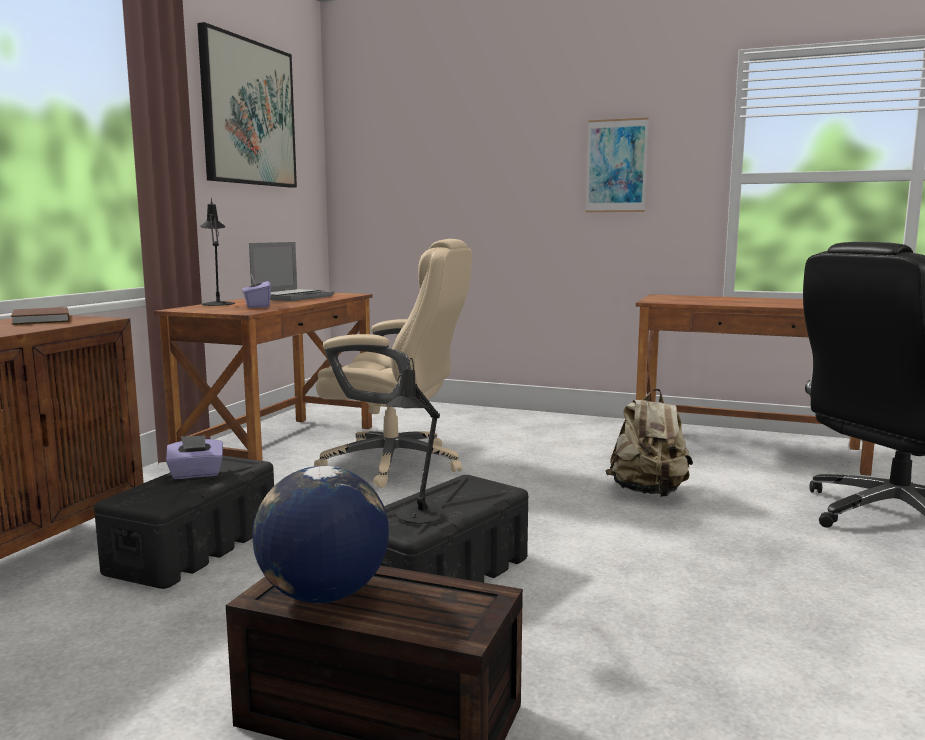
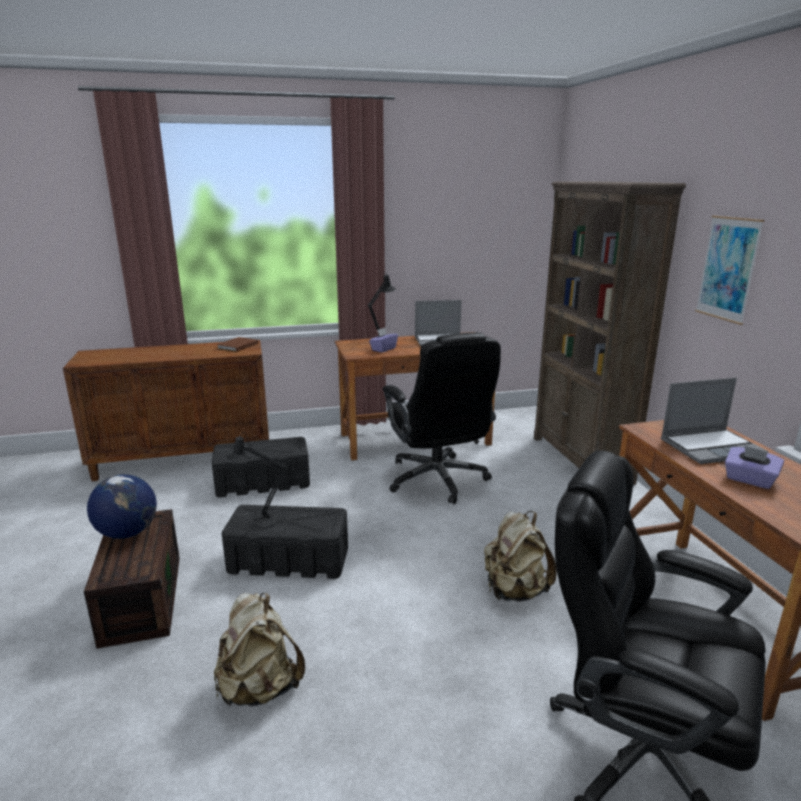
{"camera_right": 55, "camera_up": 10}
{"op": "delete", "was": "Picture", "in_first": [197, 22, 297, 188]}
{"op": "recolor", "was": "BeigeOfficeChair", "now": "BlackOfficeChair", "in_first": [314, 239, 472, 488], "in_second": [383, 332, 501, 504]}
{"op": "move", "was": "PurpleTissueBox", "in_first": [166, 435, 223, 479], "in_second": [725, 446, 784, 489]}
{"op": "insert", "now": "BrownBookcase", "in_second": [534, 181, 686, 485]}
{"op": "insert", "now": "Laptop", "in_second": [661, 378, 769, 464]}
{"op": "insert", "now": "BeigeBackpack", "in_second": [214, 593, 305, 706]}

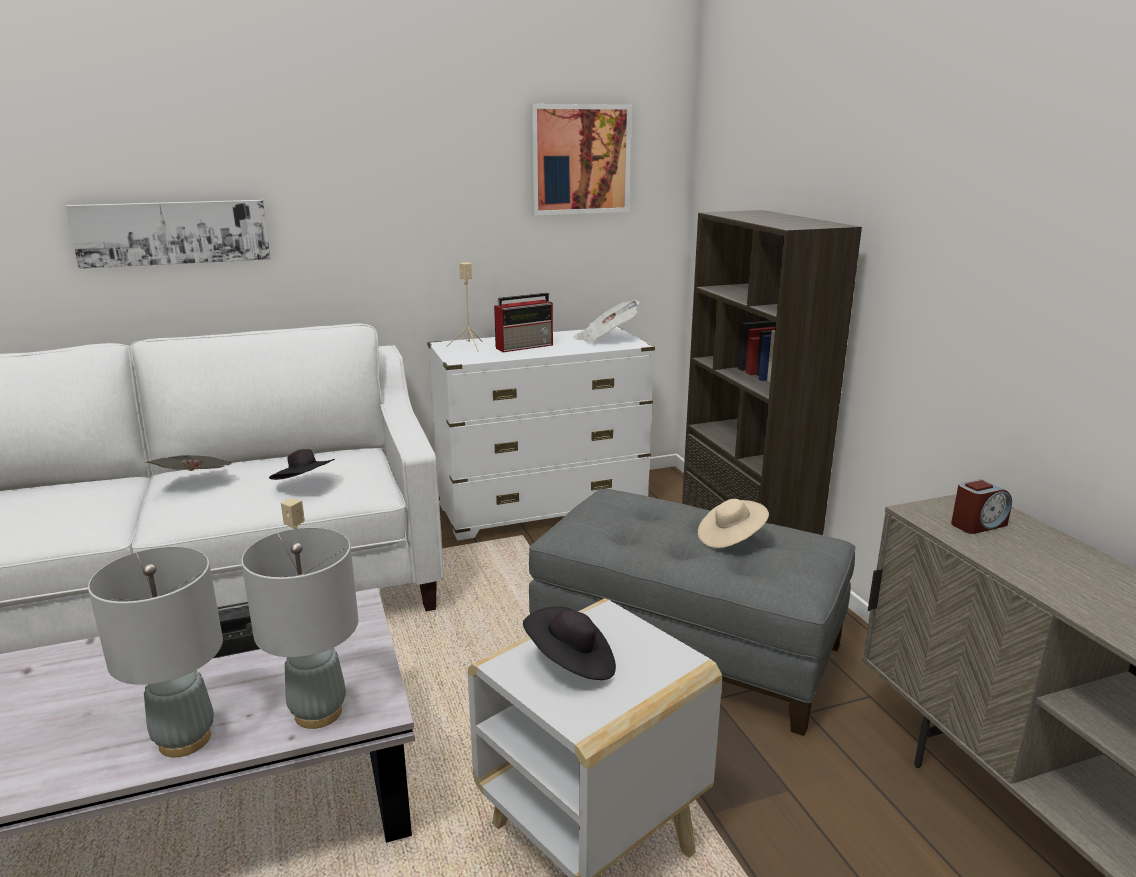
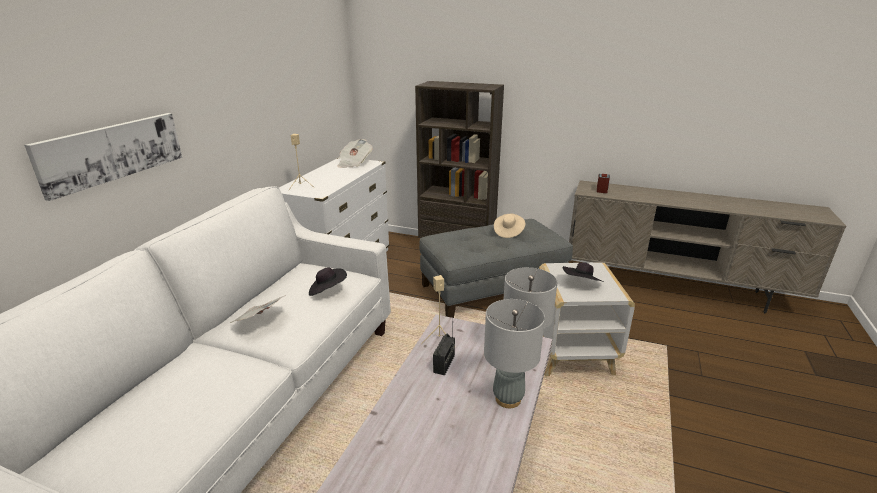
{"camera_right": -50, "camera_up": 5}
{"op": "delete", "was": "Picture", "in_first": [530, 104, 632, 215]}
{"op": "delete", "was": "Radio", "in_first": [494, 293, 553, 352]}

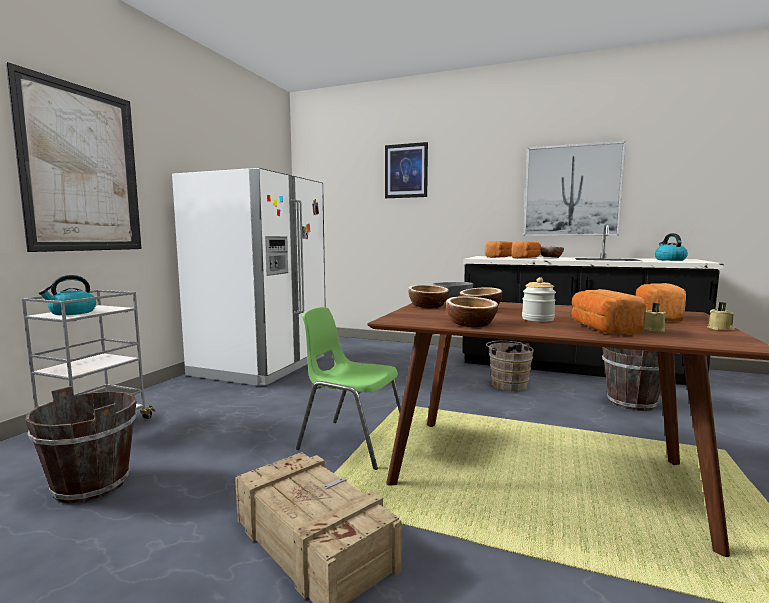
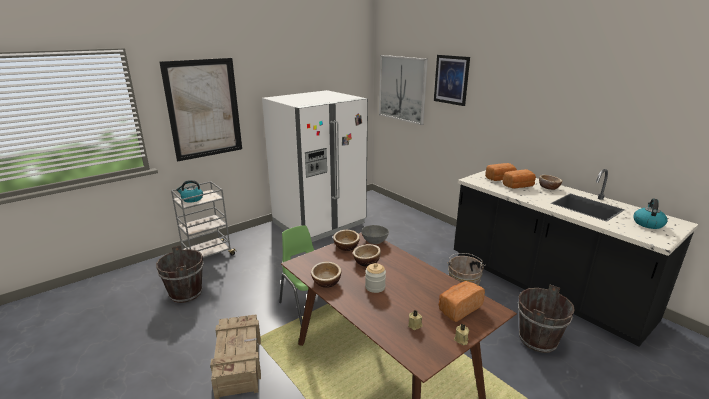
{"camera_right": 30, "camera_up": 15}
{"op": "move", "was": "Picture", "in_first": [524, 141, 626, 236], "in_second": [379, 55, 428, 125]}
{"op": "delete", "was": "Bread", "in_first": [572, 289, 646, 335]}

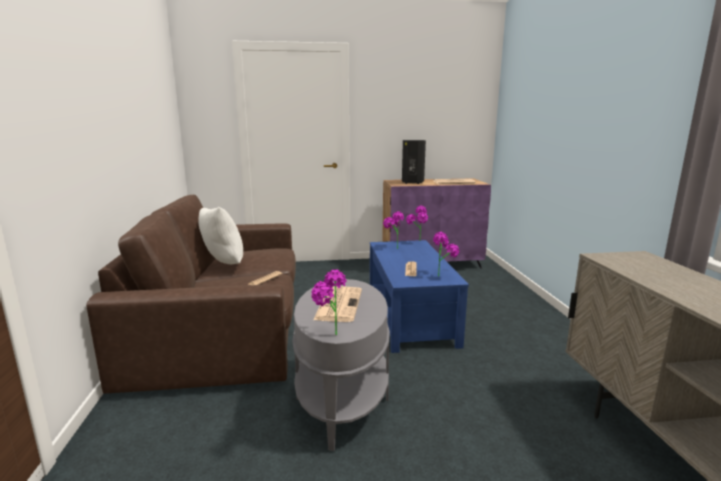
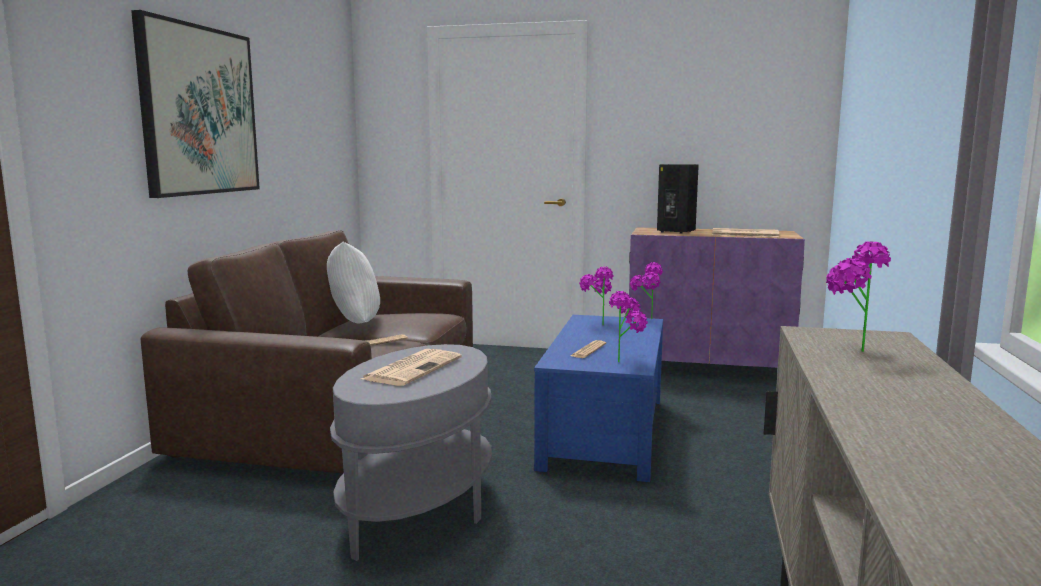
{"camera_right": 20, "camera_up": -5}
{"op": "move", "was": "PottedPlant", "in_first": [311, 269, 346, 335], "in_second": [826, 241, 891, 352]}
{"op": "insert", "now": "Picture", "in_second": [131, 10, 260, 198]}

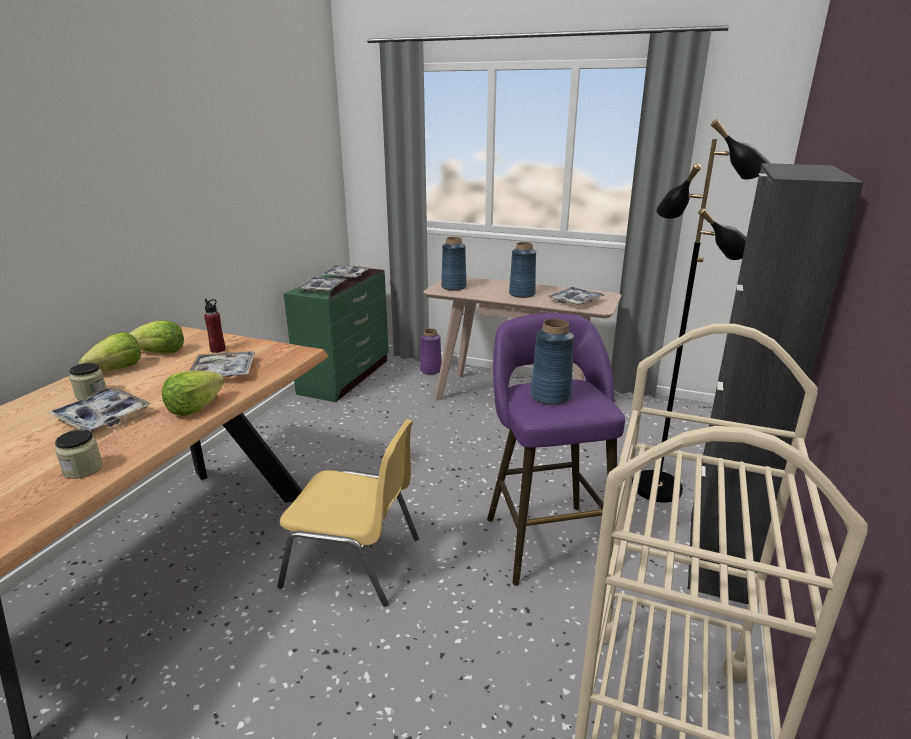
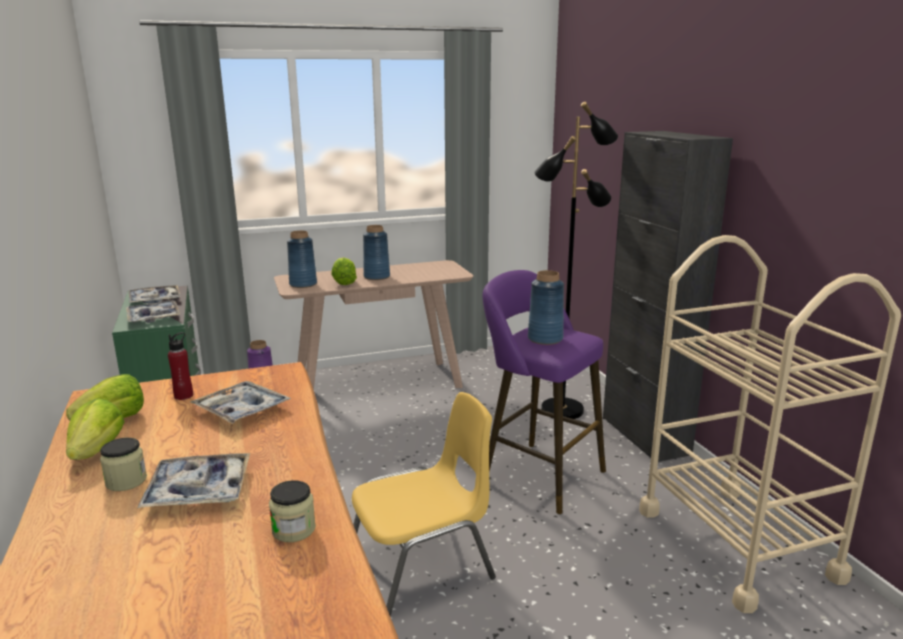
{"camera_right": -40, "camera_up": -5}
{"op": "delete", "was": "Tray", "in_first": [548, 287, 605, 305]}
{"op": "move", "was": "Lettuce", "in_first": [162, 370, 225, 416], "in_second": [331, 257, 357, 285]}

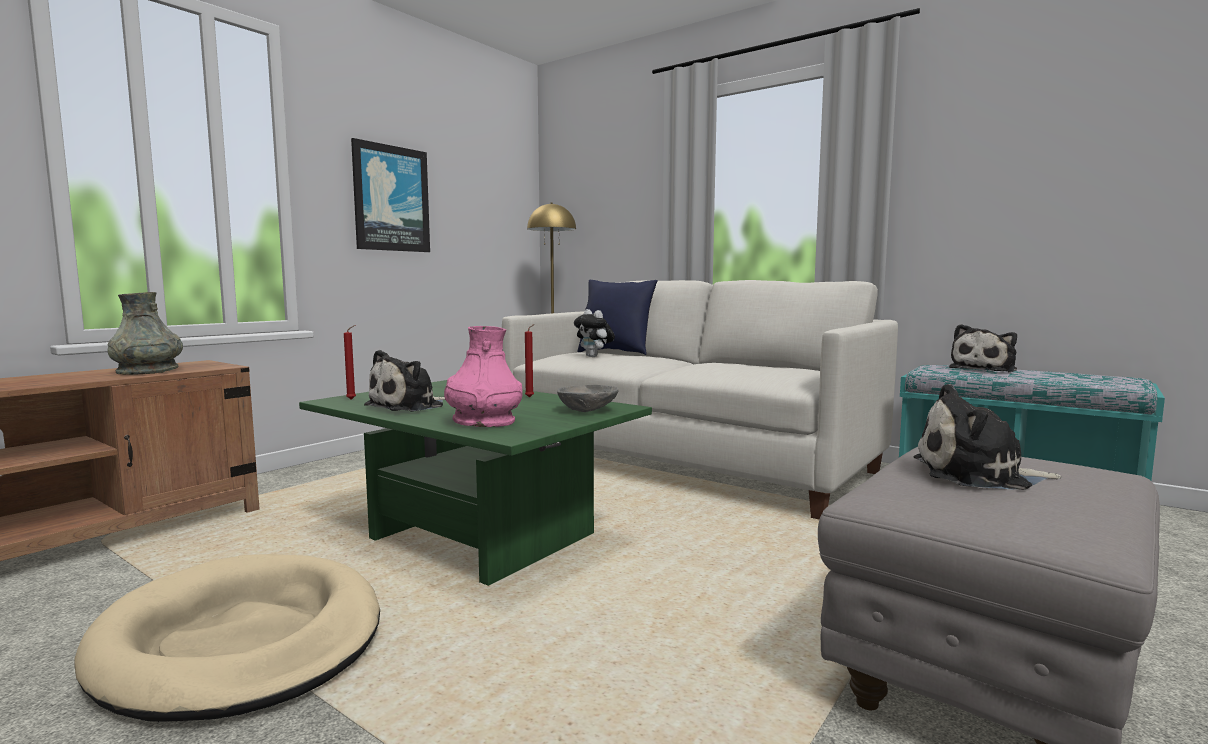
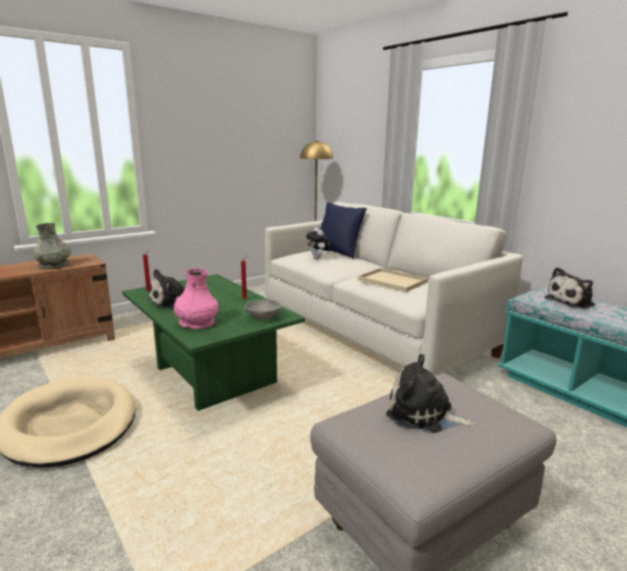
{"camera_right": 15, "camera_up": 10}
{"op": "delete", "was": "Picture", "in_first": [351, 138, 430, 252]}
{"op": "insert", "now": "BeigeTray", "in_second": [358, 268, 428, 292]}

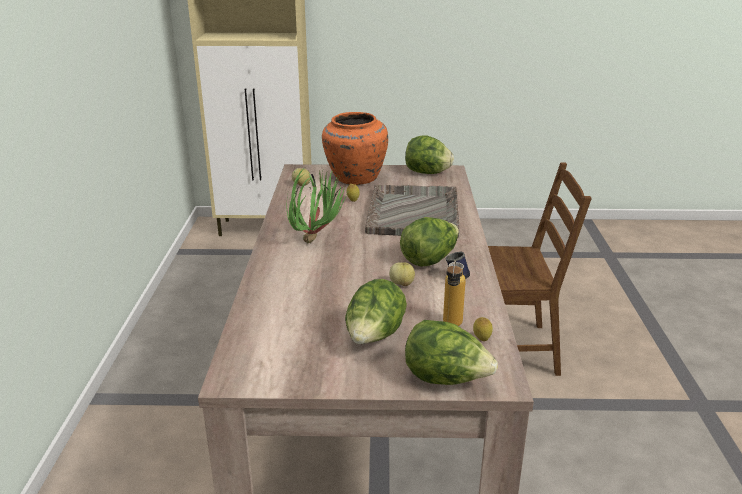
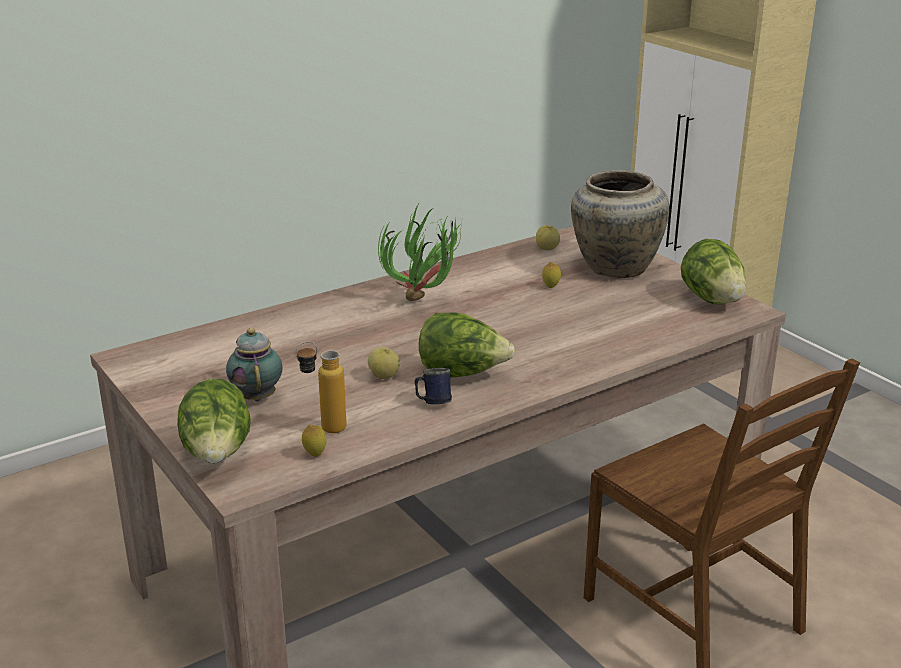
{"camera_right": 55, "camera_up": 0}
{"op": "recolor", "was": "OrangeVase", "now": "BeigeVase", "in_first": [322, 112, 388, 185], "in_second": [571, 170, 670, 278]}
{"op": "delete", "was": "GreyTray", "in_first": [365, 185, 459, 237]}
{"op": "replace", "was": "Lettuce", "now": "Teapot", "in_first": [345, 279, 407, 344], "in_second": [226, 328, 283, 401]}

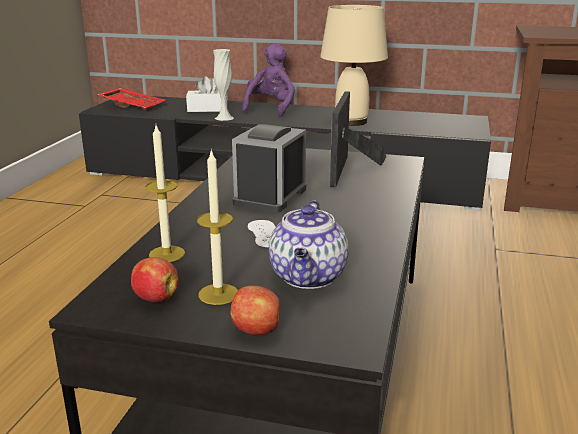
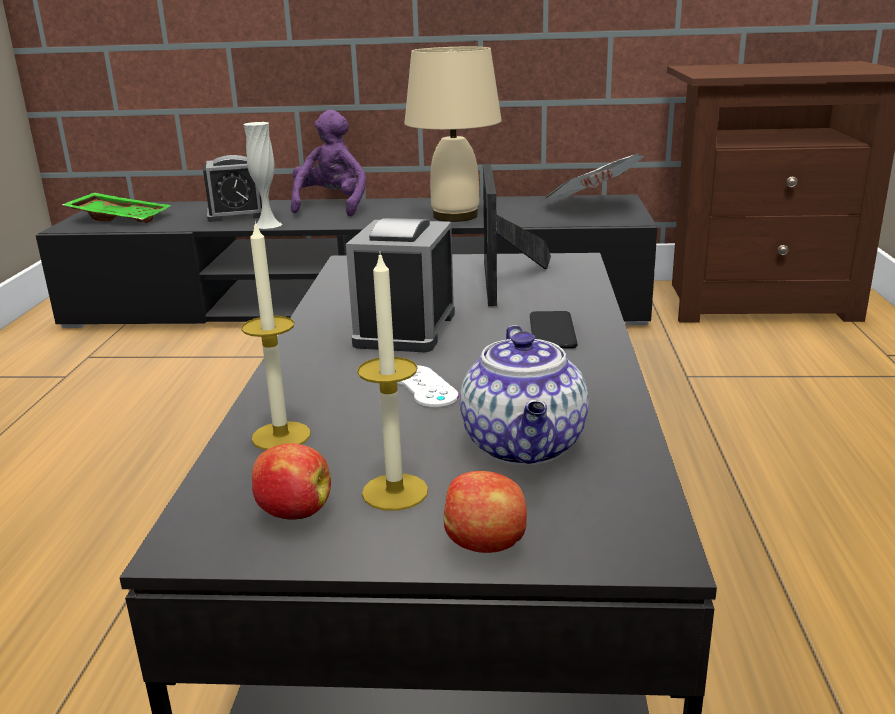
{"camera_right": -10, "camera_up": 0}
{"op": "replace", "was": "WhiteTissueBox", "now": "AlarmClock", "in_first": [186, 76, 227, 112], "in_second": [203, 155, 262, 222]}
{"op": "recolor", "was": "RedTray", "now": "GreenTray", "in_first": [98, 88, 165, 111], "in_second": [62, 192, 171, 223]}
{"op": "insert", "now": "Newspaper", "in_second": [539, 153, 644, 202]}
{"op": "insert", "now": "Phone", "in_second": [530, 311, 578, 349]}

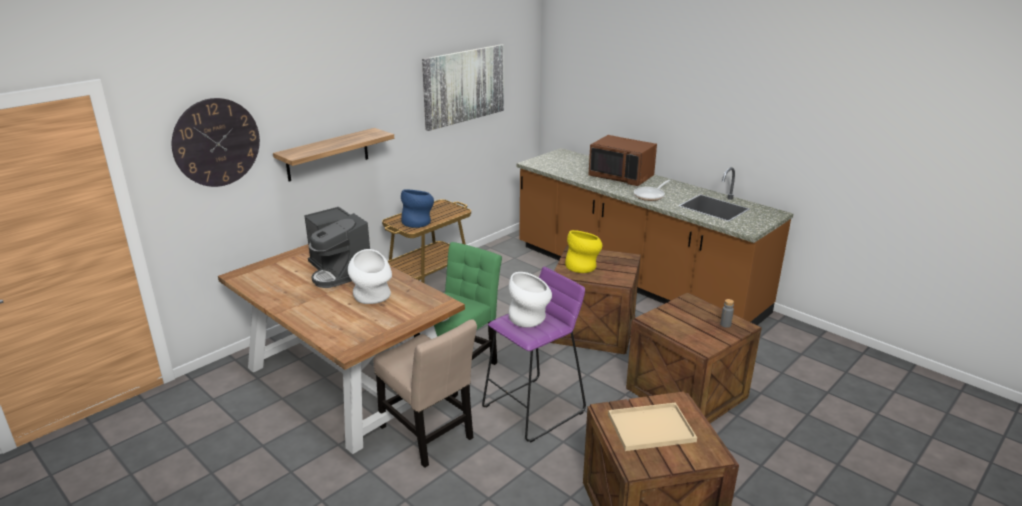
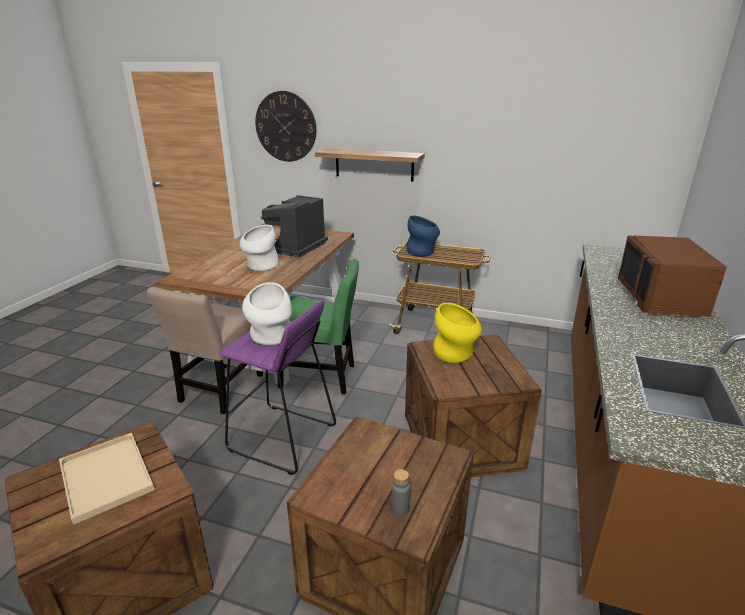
{"camera_right": 65, "camera_up": 0}
{"op": "delete", "was": "Picture", "in_first": [422, 44, 504, 131]}
{"op": "delete", "was": "FryingPan", "in_first": [634, 180, 670, 201]}

